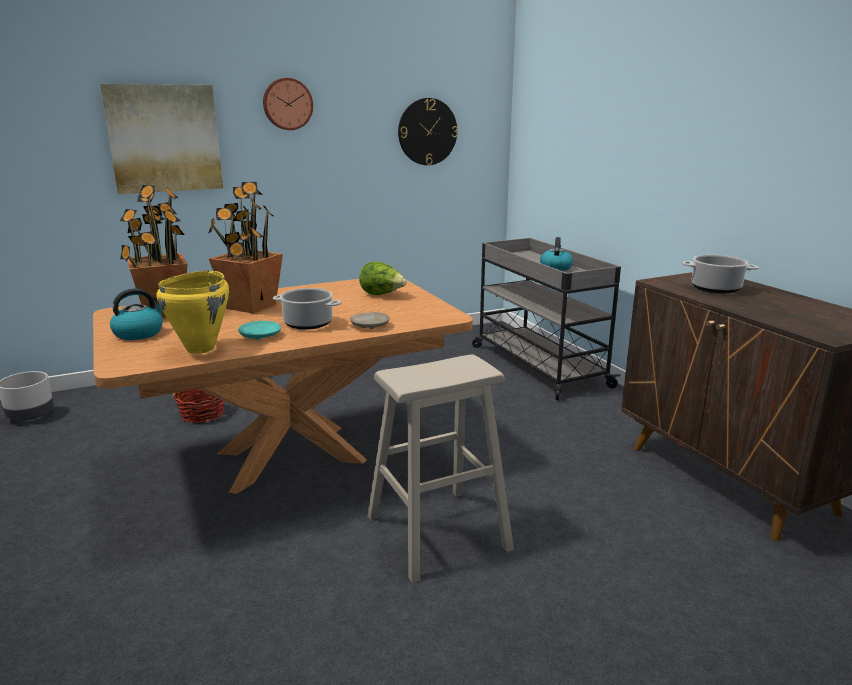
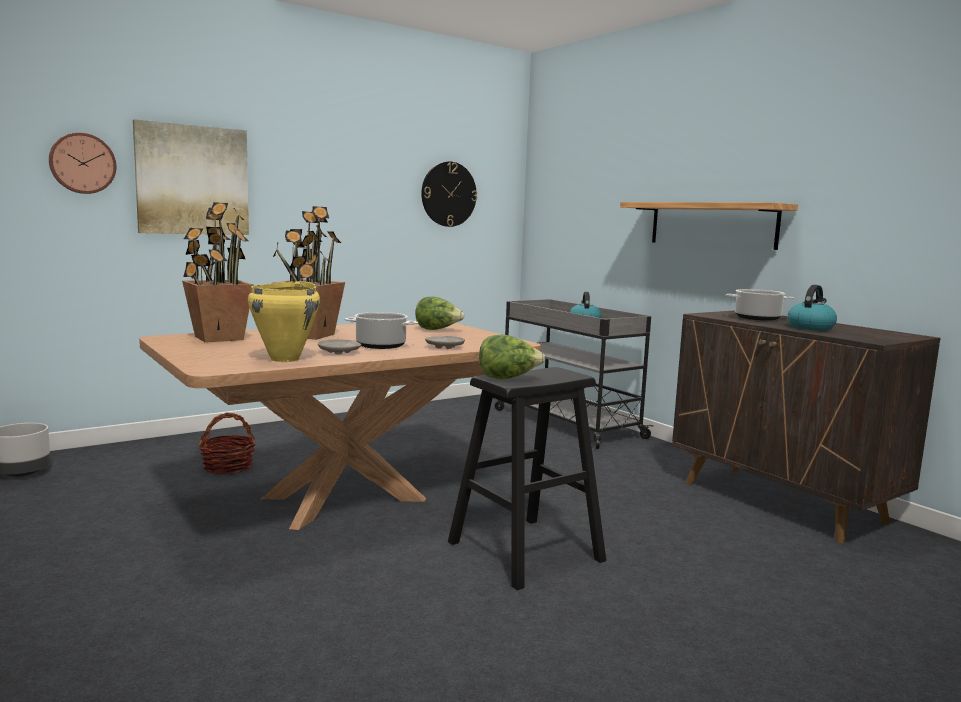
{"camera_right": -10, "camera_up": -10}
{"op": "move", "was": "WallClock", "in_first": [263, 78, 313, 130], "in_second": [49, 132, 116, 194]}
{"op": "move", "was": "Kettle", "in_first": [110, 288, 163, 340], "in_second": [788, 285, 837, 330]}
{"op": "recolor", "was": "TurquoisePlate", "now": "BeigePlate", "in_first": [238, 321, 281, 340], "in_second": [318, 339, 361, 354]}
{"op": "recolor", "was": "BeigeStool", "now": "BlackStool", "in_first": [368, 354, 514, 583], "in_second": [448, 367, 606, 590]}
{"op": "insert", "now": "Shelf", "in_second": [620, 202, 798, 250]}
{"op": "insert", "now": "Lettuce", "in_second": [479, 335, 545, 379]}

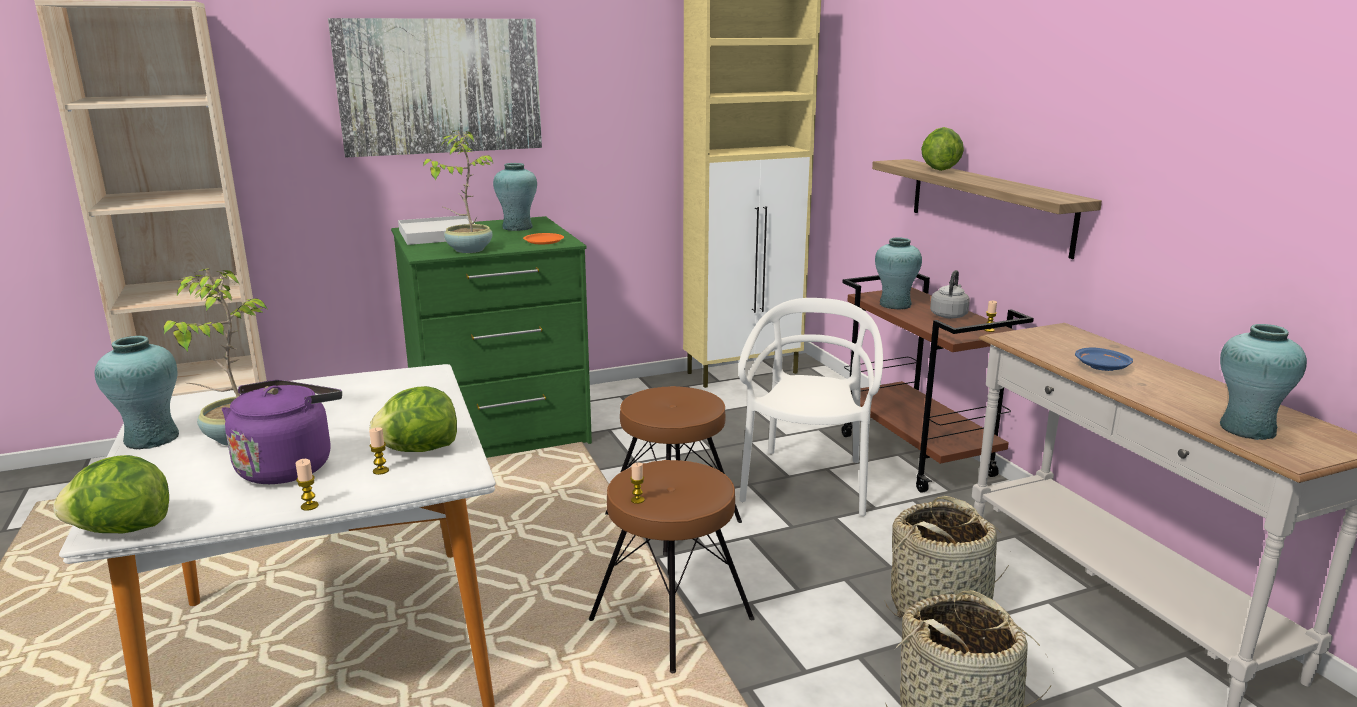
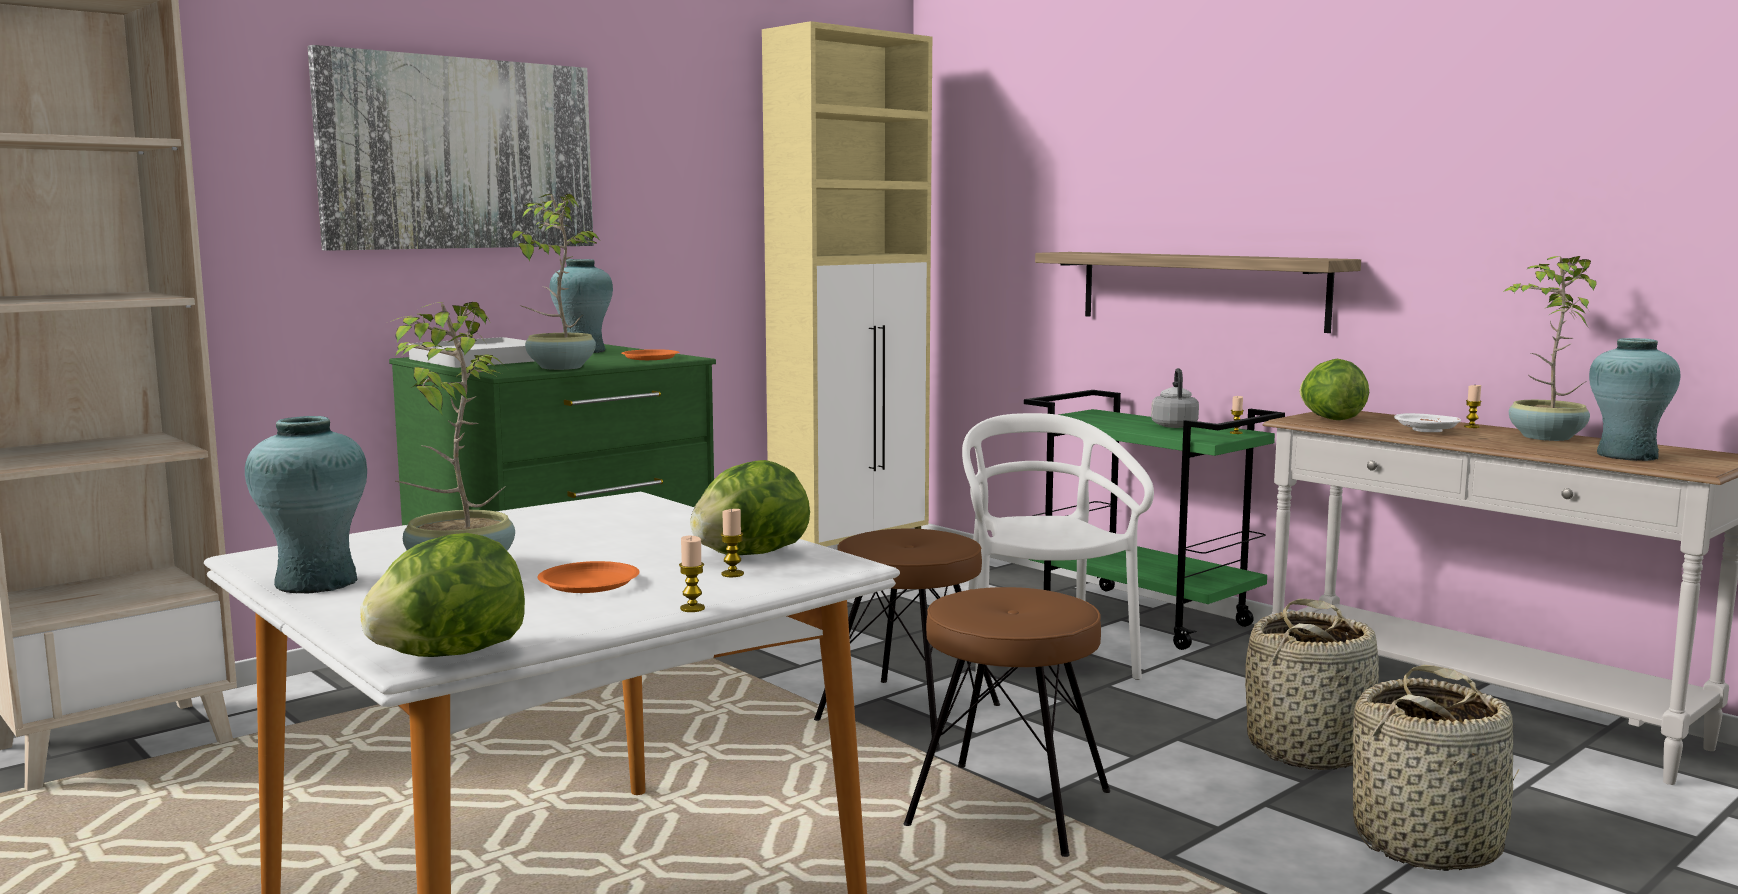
{"camera_right": -20, "camera_up": -10}
{"op": "move", "was": "Lettuce", "in_first": [921, 127, 964, 171], "in_second": [1299, 359, 1369, 420]}
{"op": "delete", "was": "TurquoiseVase", "in_first": [875, 237, 922, 309]}
{"op": "recolor", "was": "BrownCart", "now": "GreenCart", "in_first": [841, 273, 1034, 493], "in_second": [1024, 390, 1285, 650]}
{"op": "recolor", "was": "BluePlate", "now": "WhitePlate", "in_first": [1075, 347, 1133, 371], "in_second": [1394, 413, 1461, 432]}
{"op": "replace", "was": "PurpleKettle", "now": "OrangePlate", "in_first": [222, 380, 342, 484], "in_second": [537, 561, 640, 593]}
{"op": "move", "was": "Candle", "in_first": [630, 463, 644, 504], "in_second": [1464, 385, 1482, 428]}
{"op": "insert", "now": "PottedPlant", "in_second": [1503, 256, 1597, 441]}

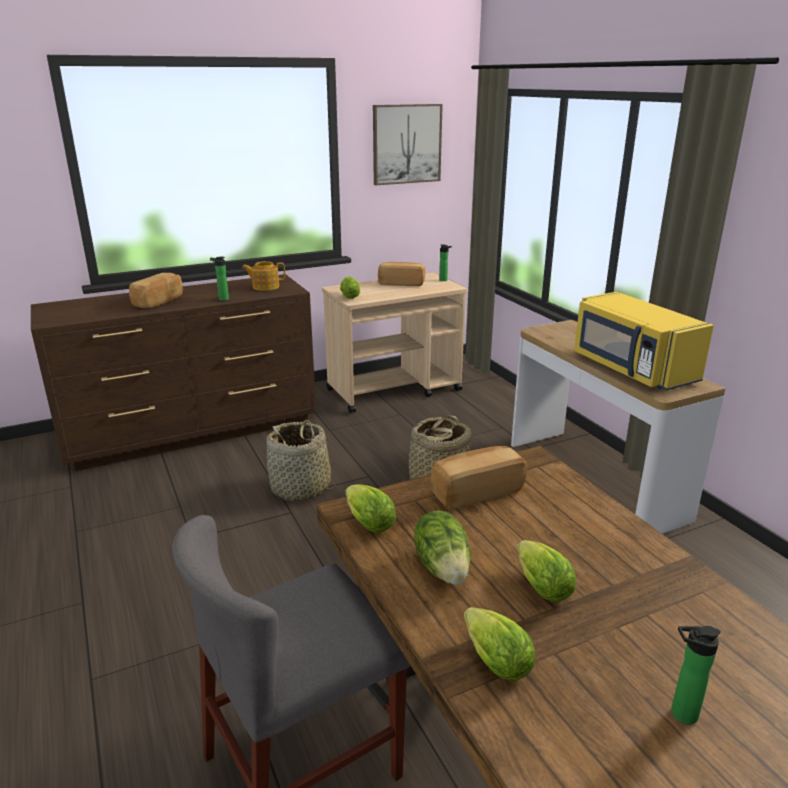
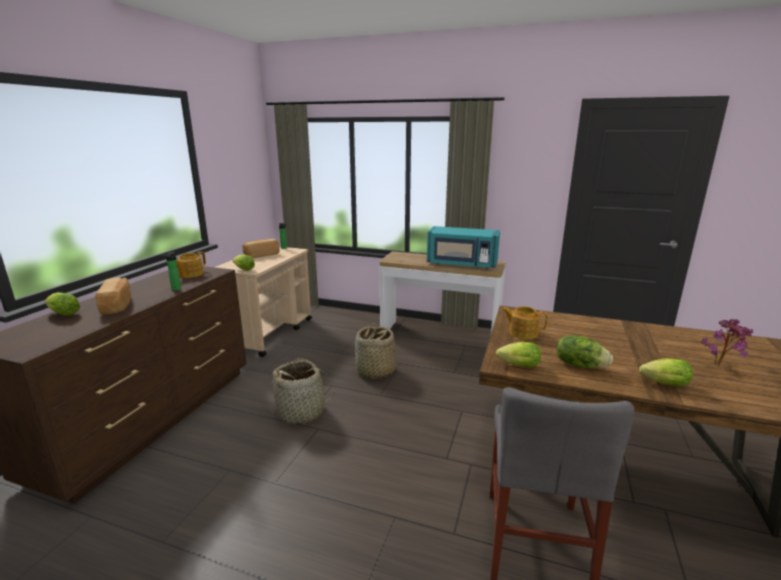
{"camera_right": -45, "camera_up": -5}
{"op": "delete", "was": "Picture", "in_first": [373, 104, 443, 185]}
{"op": "recolor", "was": "YellowMicrowave", "now": "TurquoiseMicrowave", "in_first": [574, 292, 714, 390], "in_second": [427, 226, 500, 269]}
{"op": "replace", "was": "Bread", "now": "Teapot", "in_first": [431, 446, 527, 510], "in_second": [502, 306, 548, 339]}
{"op": "move", "was": "Lettuce", "in_first": [517, 540, 576, 602], "in_second": [45, 292, 80, 316]}
{"op": "replace", "was": "Bottle", "now": "PottedPlant", "in_first": [671, 626, 721, 725], "in_second": [700, 319, 753, 366]}

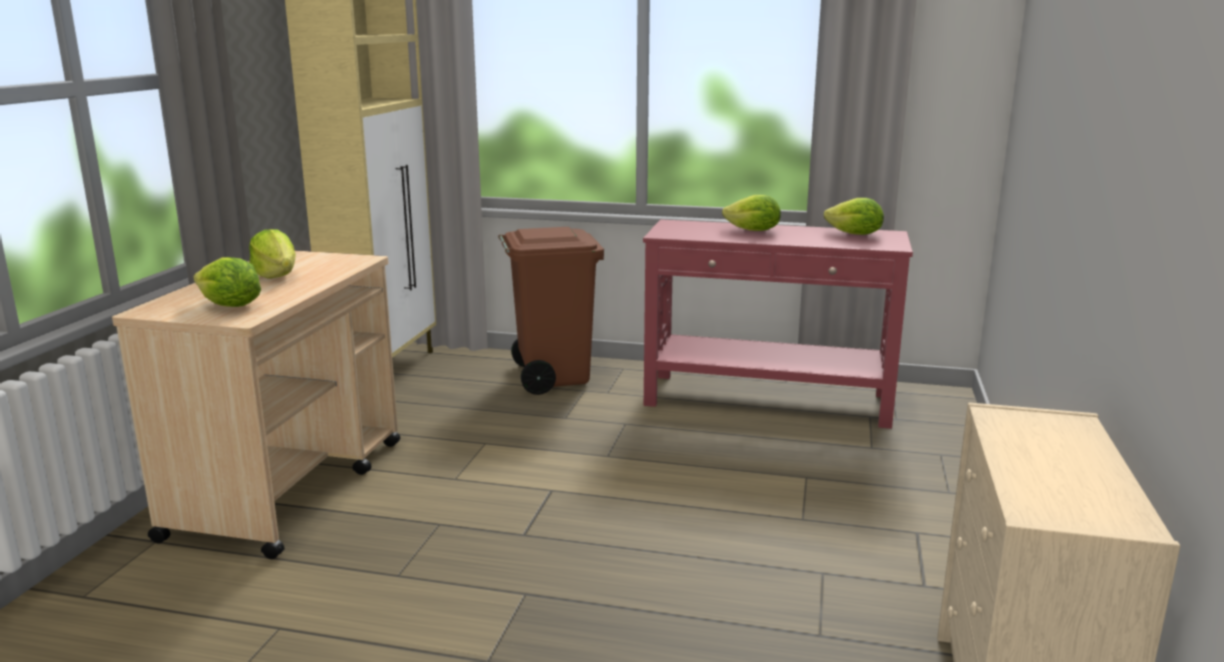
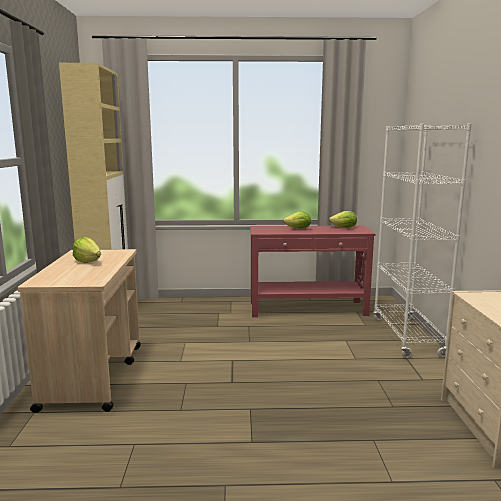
{"camera_right": -15, "camera_up": -5}
{"op": "delete", "was": "BrownTrashCan", "in_first": [498, 227, 604, 395]}
{"op": "delete", "was": "Lettuce", "in_first": [193, 257, 261, 307]}
{"op": "insert", "now": "WhiteBookcase", "in_second": [373, 124, 472, 358]}

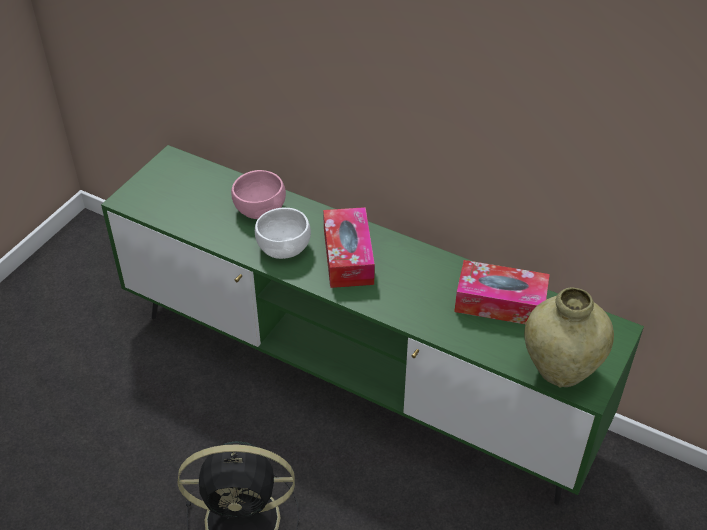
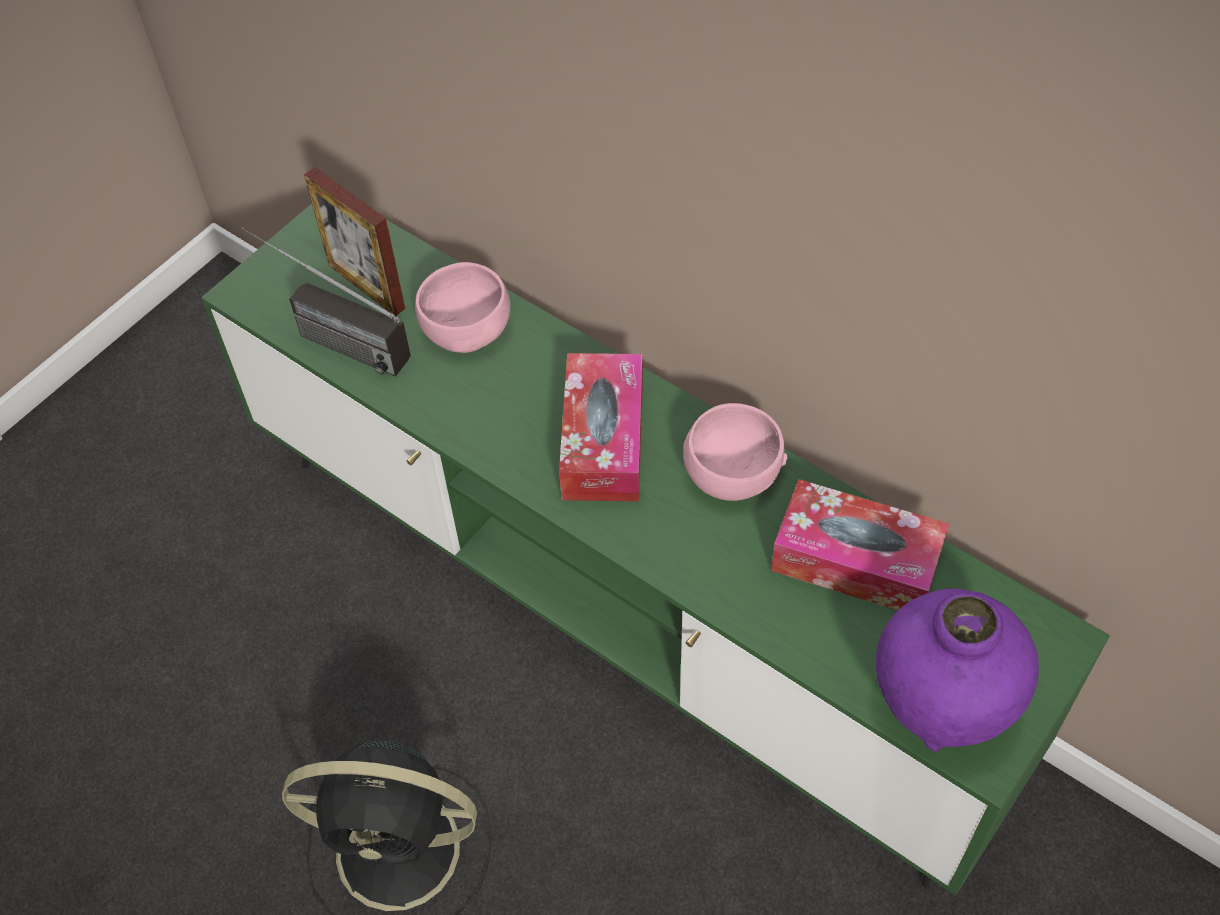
{"camera_right": 10, "camera_up": 10}
{"op": "delete", "was": "WhiteBowl", "in_first": [255, 208, 311, 259]}
{"op": "recolor", "was": "BeigeVase", "now": "PurpleVase", "in_first": [524, 287, 614, 388], "in_second": [876, 589, 1039, 752]}
{"op": "insert", "now": "PictureFrame", "in_second": [304, 167, 406, 316]}
{"op": "insert", "now": "Radio", "in_second": [241, 227, 411, 377]}
{"op": "insert", "now": "PinkBowl", "in_second": [683, 403, 787, 501]}

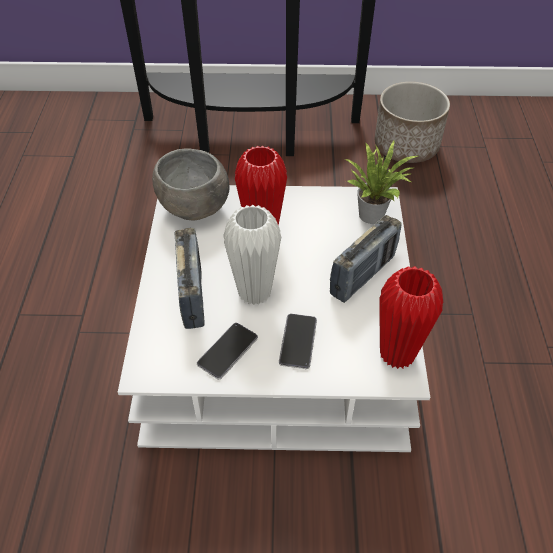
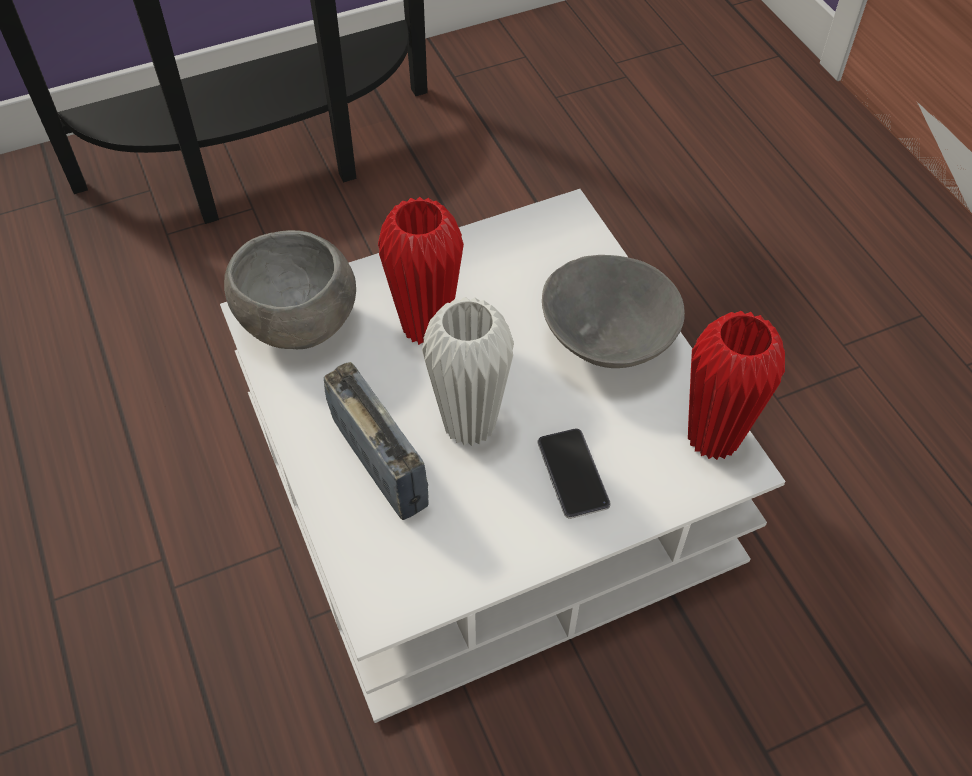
{"camera_right": -25, "camera_up": 5}
{"op": "delete", "was": "Planter", "in_first": [375, 82, 450, 163]}
{"op": "delete", "was": "PottedPlant", "in_first": [345, 141, 418, 224]}
{"op": "replace", "was": "Radio", "now": "GreyBowl", "in_first": [330, 215, 402, 303], "in_second": [542, 255, 685, 368]}
{"op": "delete", "was": "Phone", "in_first": [197, 323, 258, 379]}

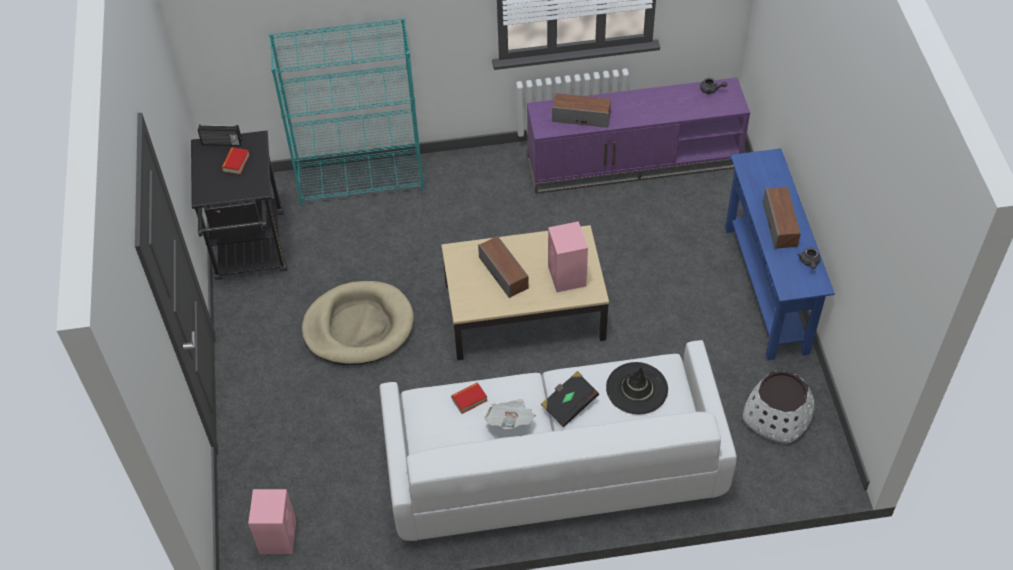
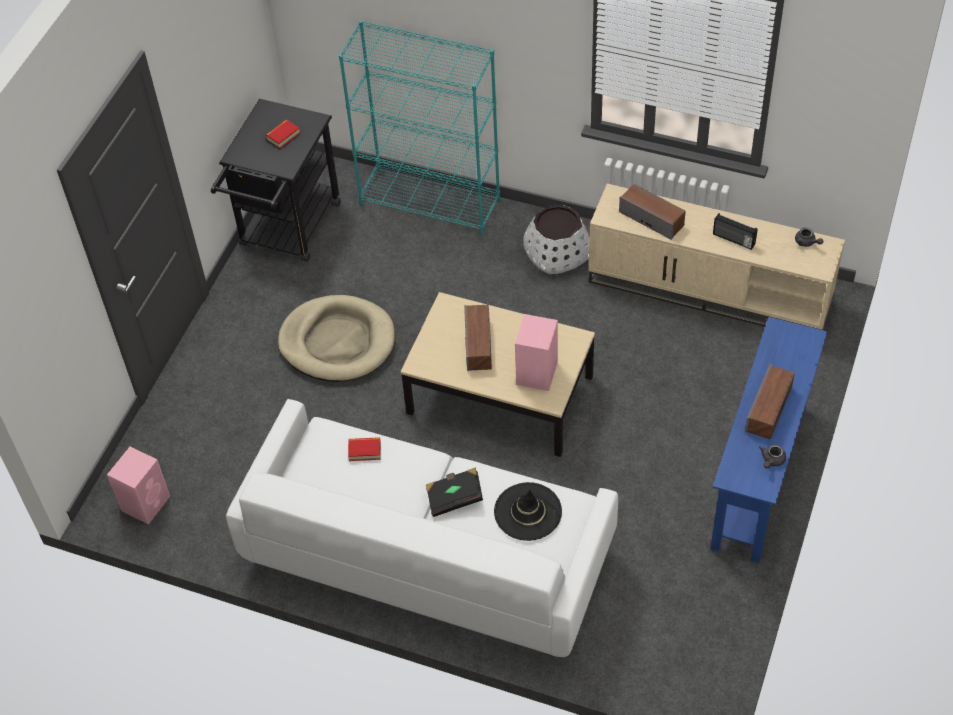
{"camera_right": 30, "camera_up": 0}
{"op": "recolor", "was": "PurpleTvStand", "now": "BeigeTvStand", "in_first": [527, 77, 750, 194], "in_second": [589, 184, 845, 330]}
{"op": "move", "was": "Radio", "in_first": [198, 124, 242, 146], "in_second": [713, 213, 758, 250]}
{"op": "move", "was": "WhitePlanter", "in_first": [743, 371, 815, 443], "in_second": [523, 204, 590, 274]}
{"op": "delete", "was": "Newspaper", "in_first": [484, 399, 536, 429]}

